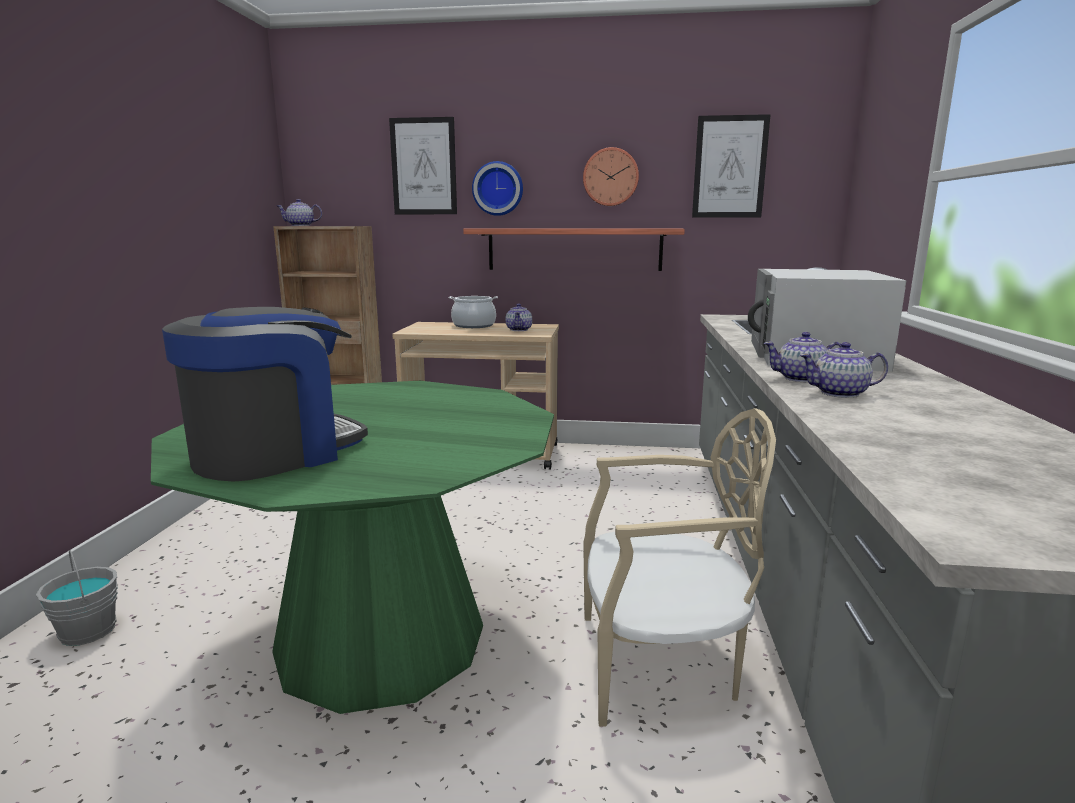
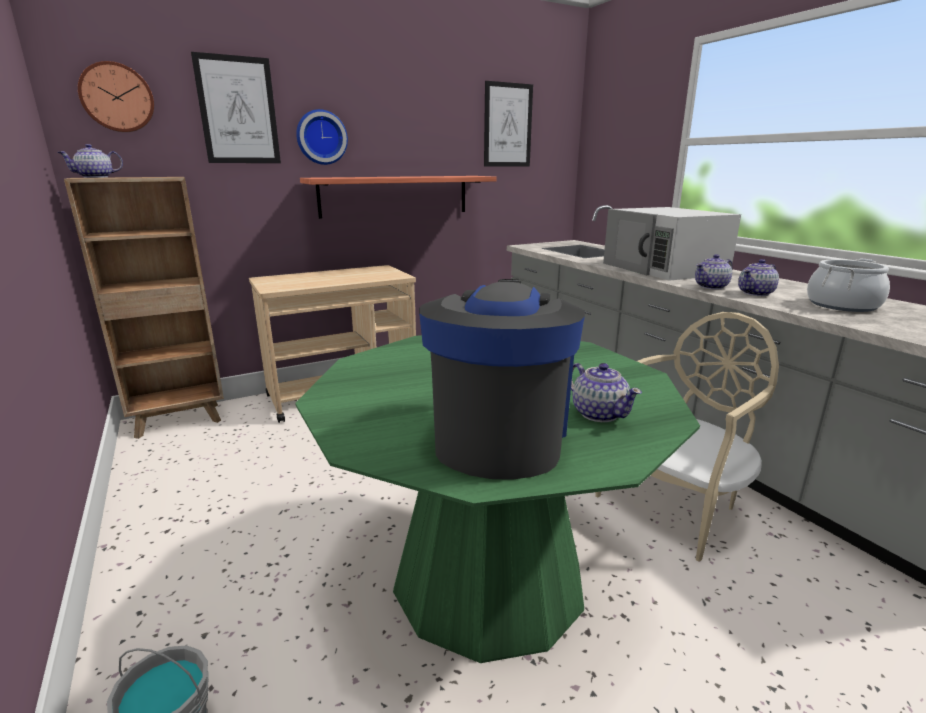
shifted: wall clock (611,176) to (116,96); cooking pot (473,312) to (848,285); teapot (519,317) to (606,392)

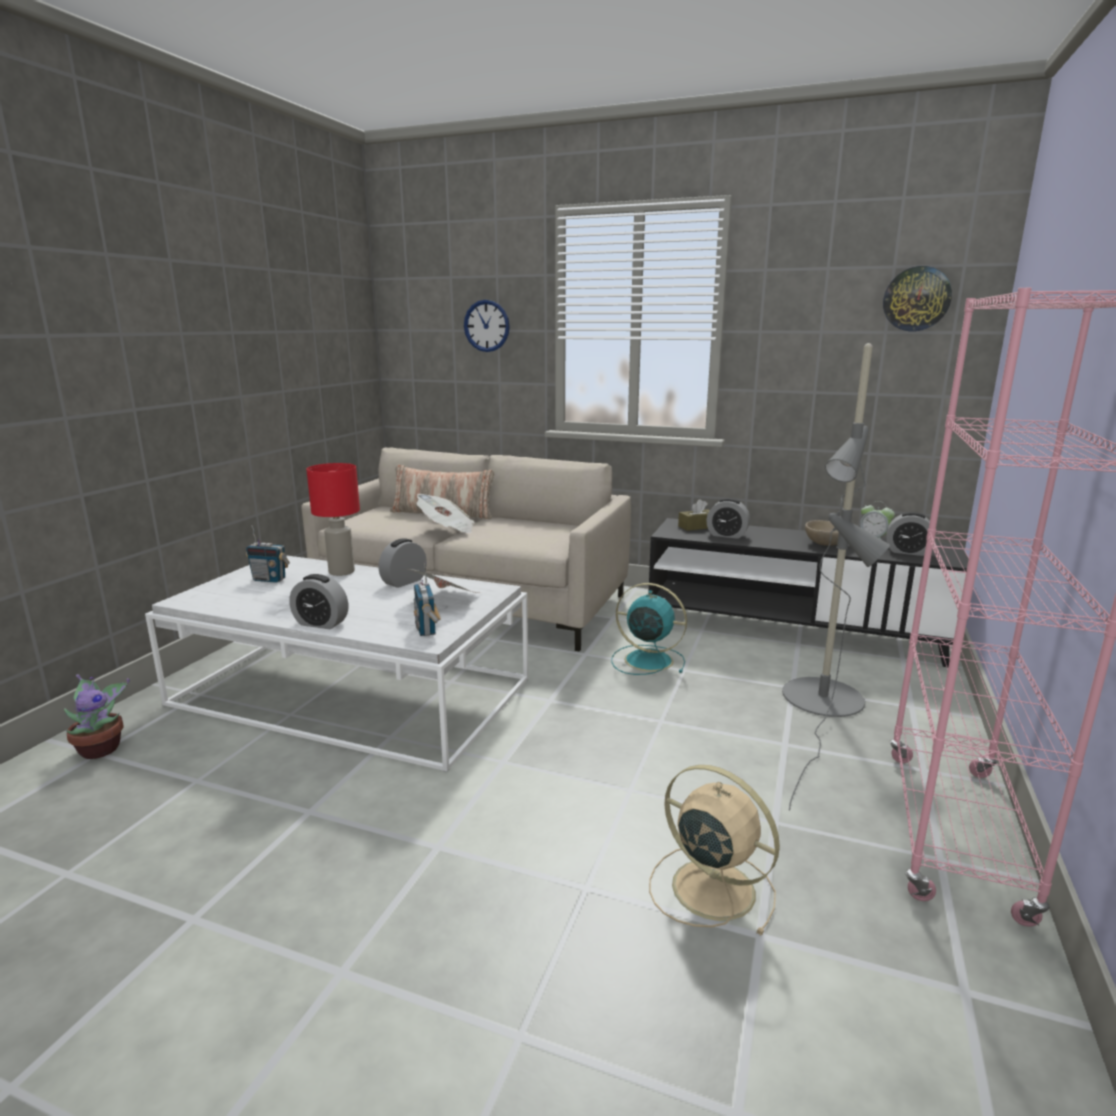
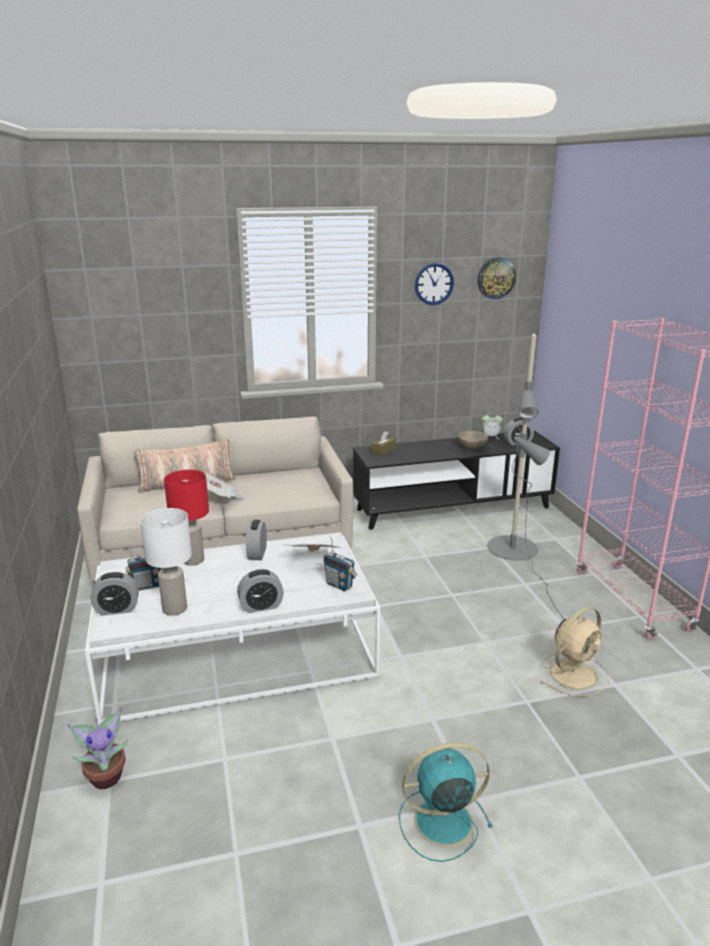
new: table lamp (white) (166,562)
shifted: wall clock (487,326) to (434,284); alarm clock (728,518) to (115,593); fan (turquoise) (649,629) to (446,802)
rotated: fan (beige) (714,850) = (575,652) 135 degrees clockwise

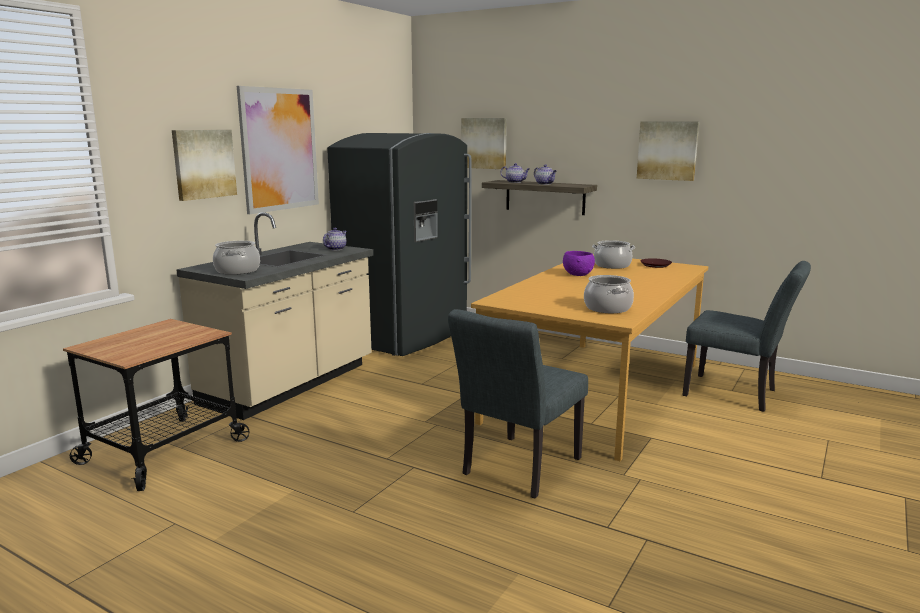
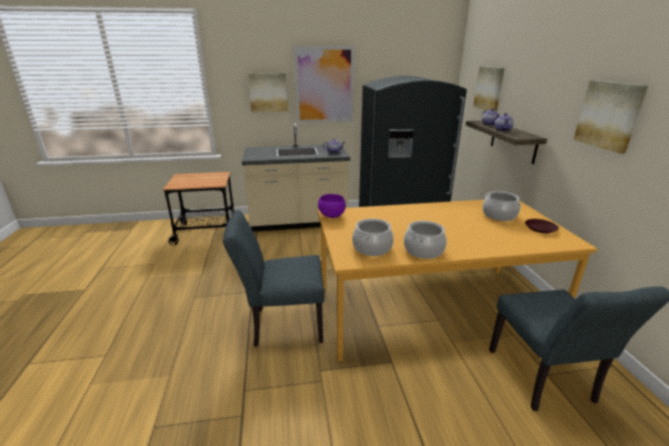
shifted: cooking pot (236,258) to (425,240); bowl (purple) (579,263) to (332,206)

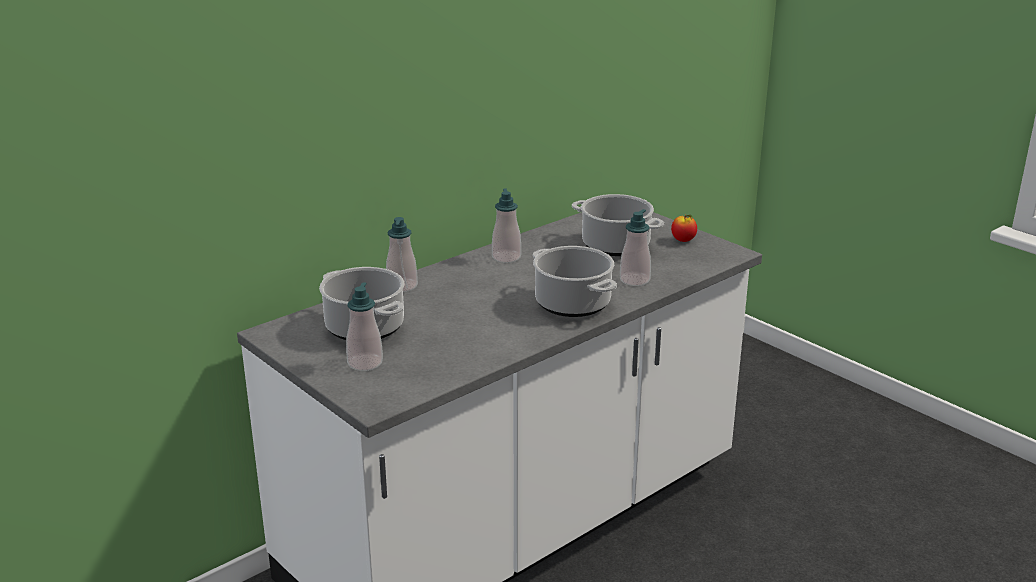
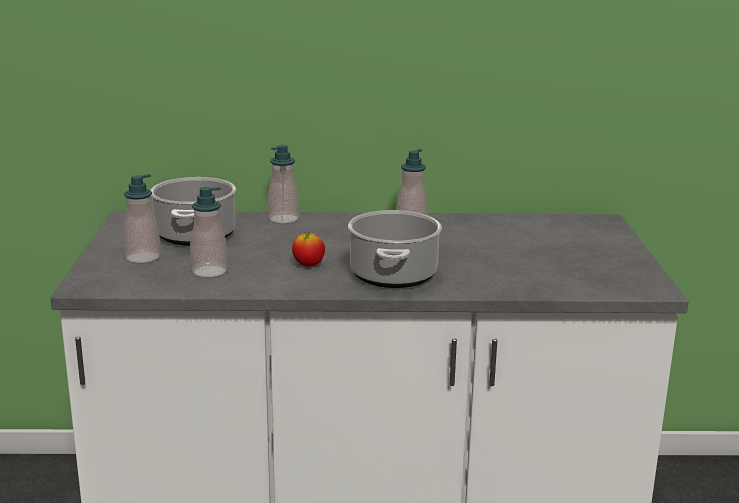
gone: cooking pot (618,225)
shifted: soap dispenser (635,247) to (209,232); apple (684,228) to (308,249)

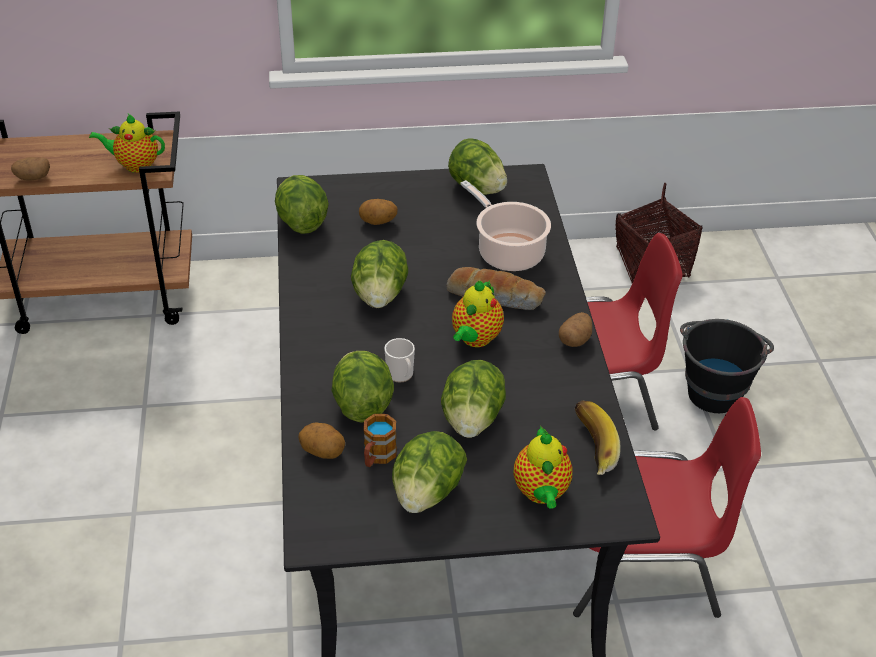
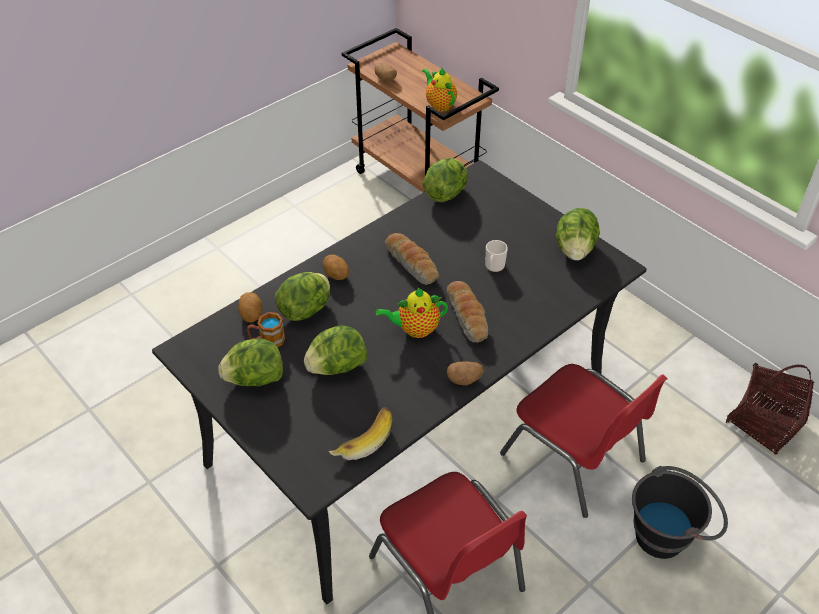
gone: cooking pot (506,225); teapot (543,467)
shifted: potato (378,212) to (336,267); mug (399,360) to (496,256)
swapped: lettuce (379,274) to bread (412,259)

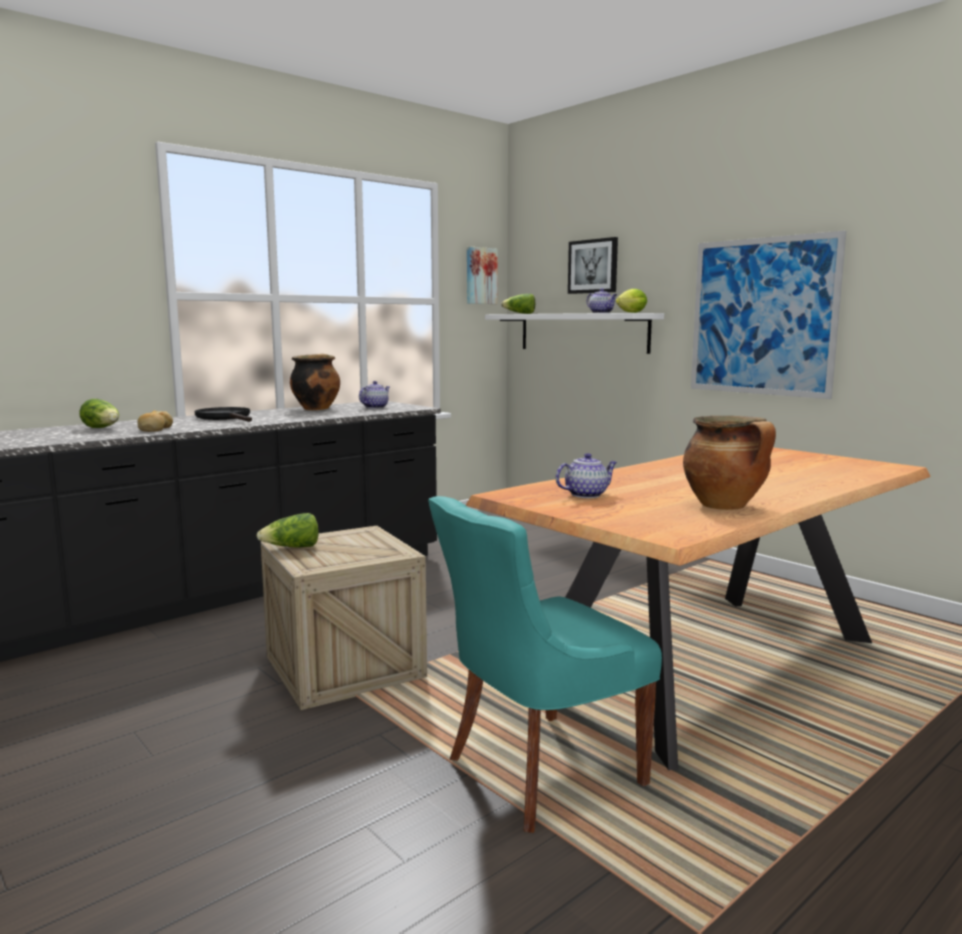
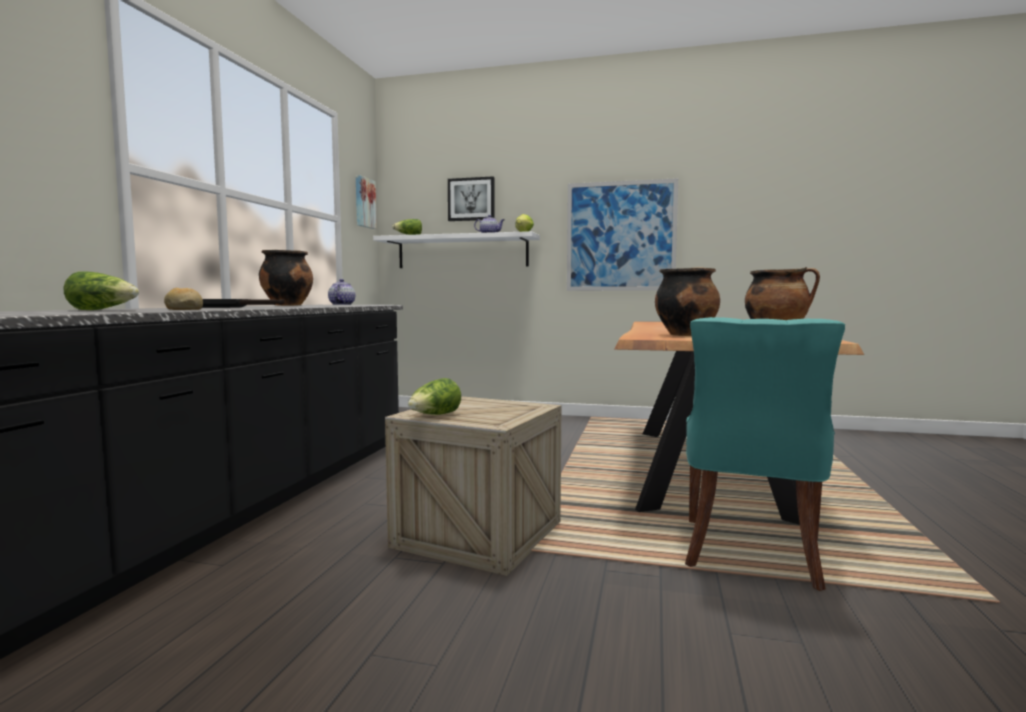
swapped: teapot (586,475) to cooking pot (687,301)

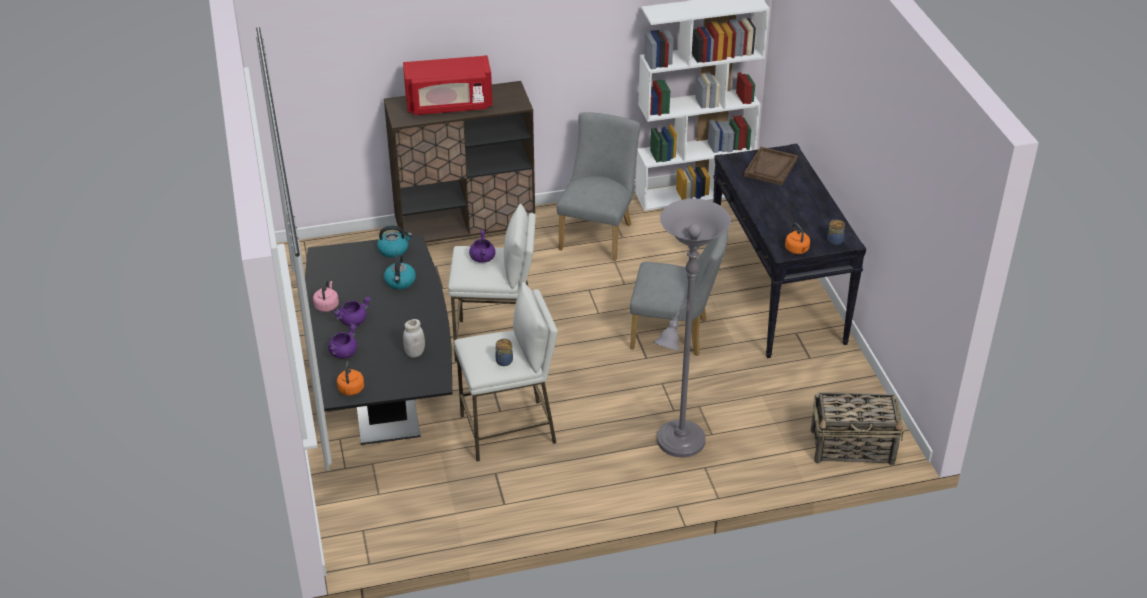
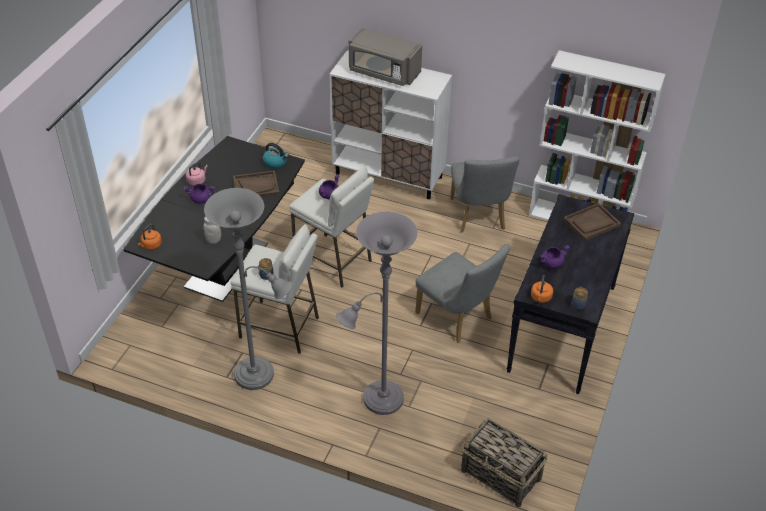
new: floor lamp (grey) (248,289)
shifted: cooking pot (purple) (342,341) to (555,257)
swapped: kettle (400,272) to tray (brown) (256,184)
repainted: microwave (red) (448,85) to microwave (grey) (385,57); cabinet (brown) (459,162) to cabinet (white) (390,124)
rotated: chair (grey) (598,186) = (485,194) 120 degrees clockwise

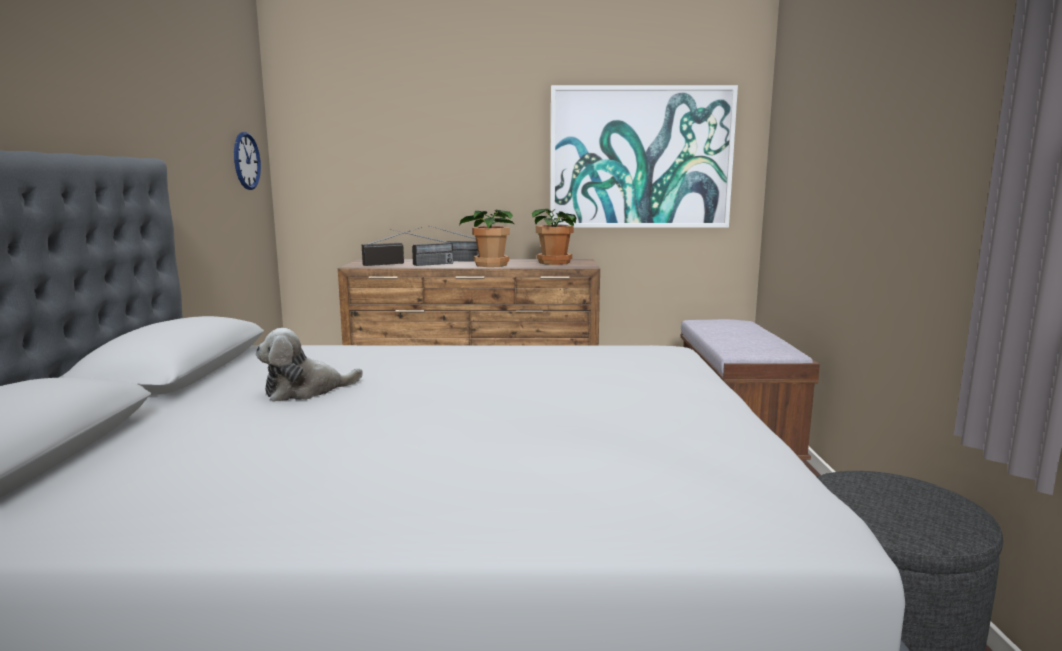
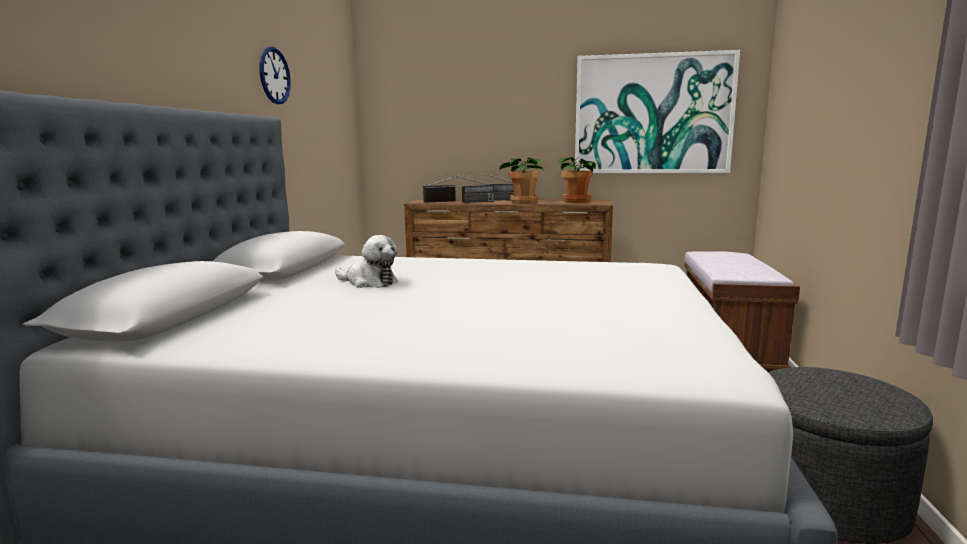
shifted: wall clock (247,161) to (275,75)
rotated: plush toy (309,365) = (366,261) 135 degrees counterclockwise

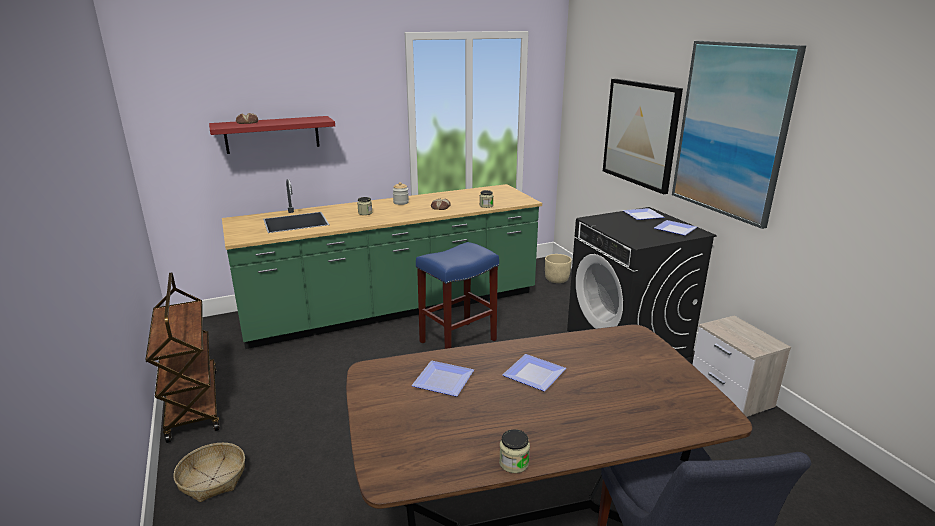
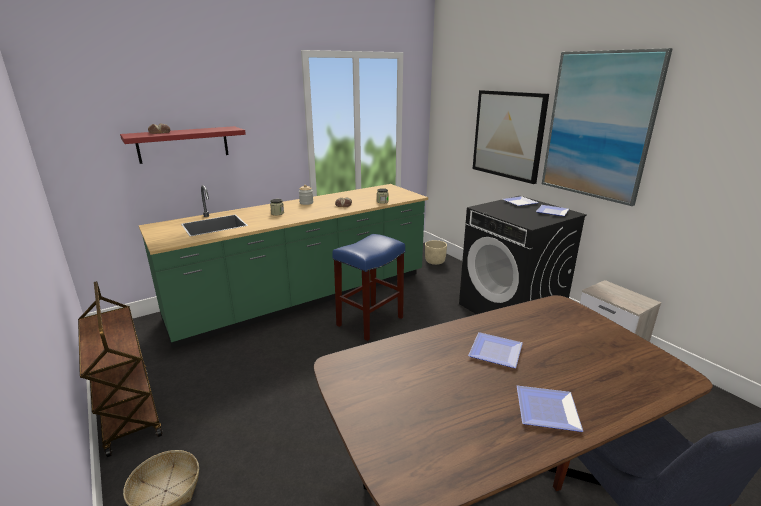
gone: jar (514,451)
shifted: plate (442,379) to (550,409)

